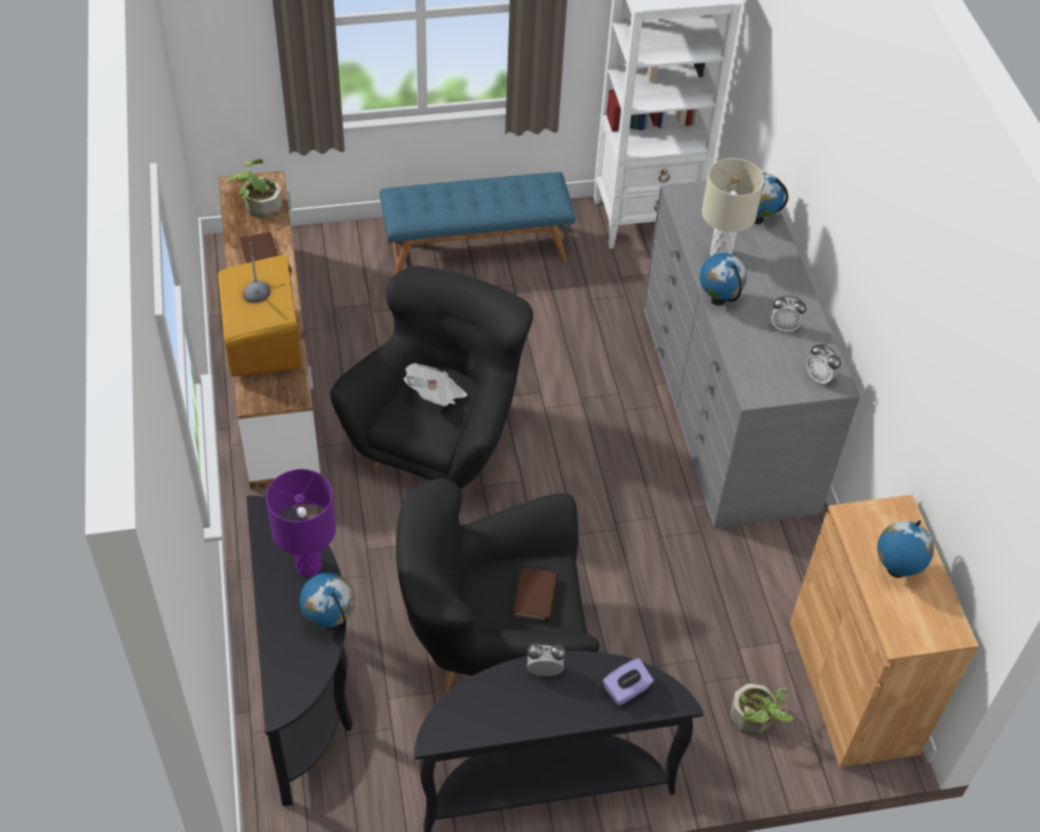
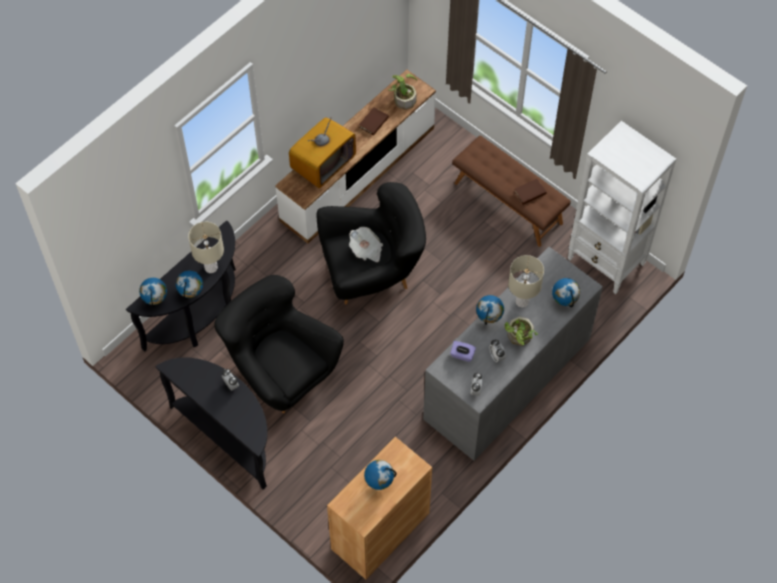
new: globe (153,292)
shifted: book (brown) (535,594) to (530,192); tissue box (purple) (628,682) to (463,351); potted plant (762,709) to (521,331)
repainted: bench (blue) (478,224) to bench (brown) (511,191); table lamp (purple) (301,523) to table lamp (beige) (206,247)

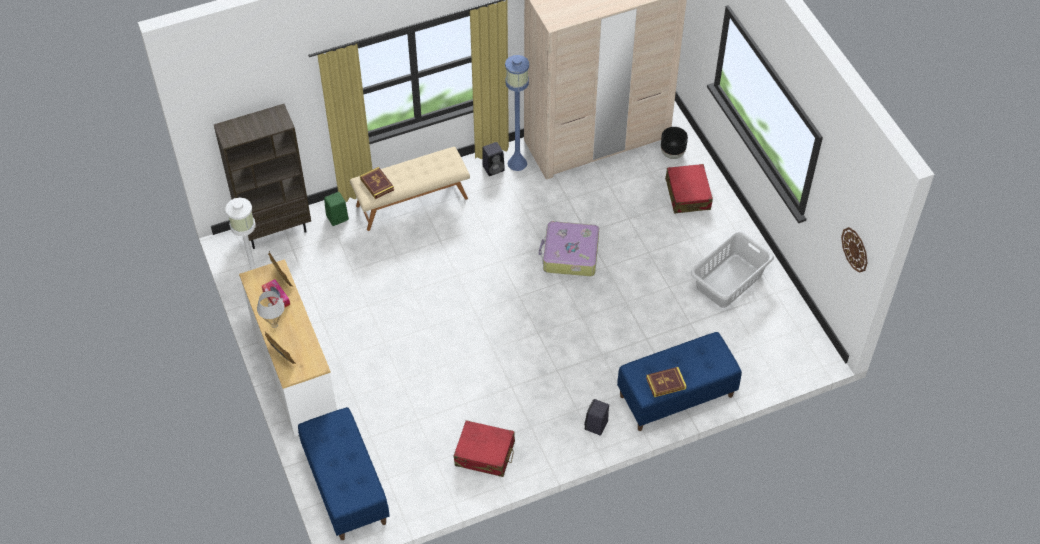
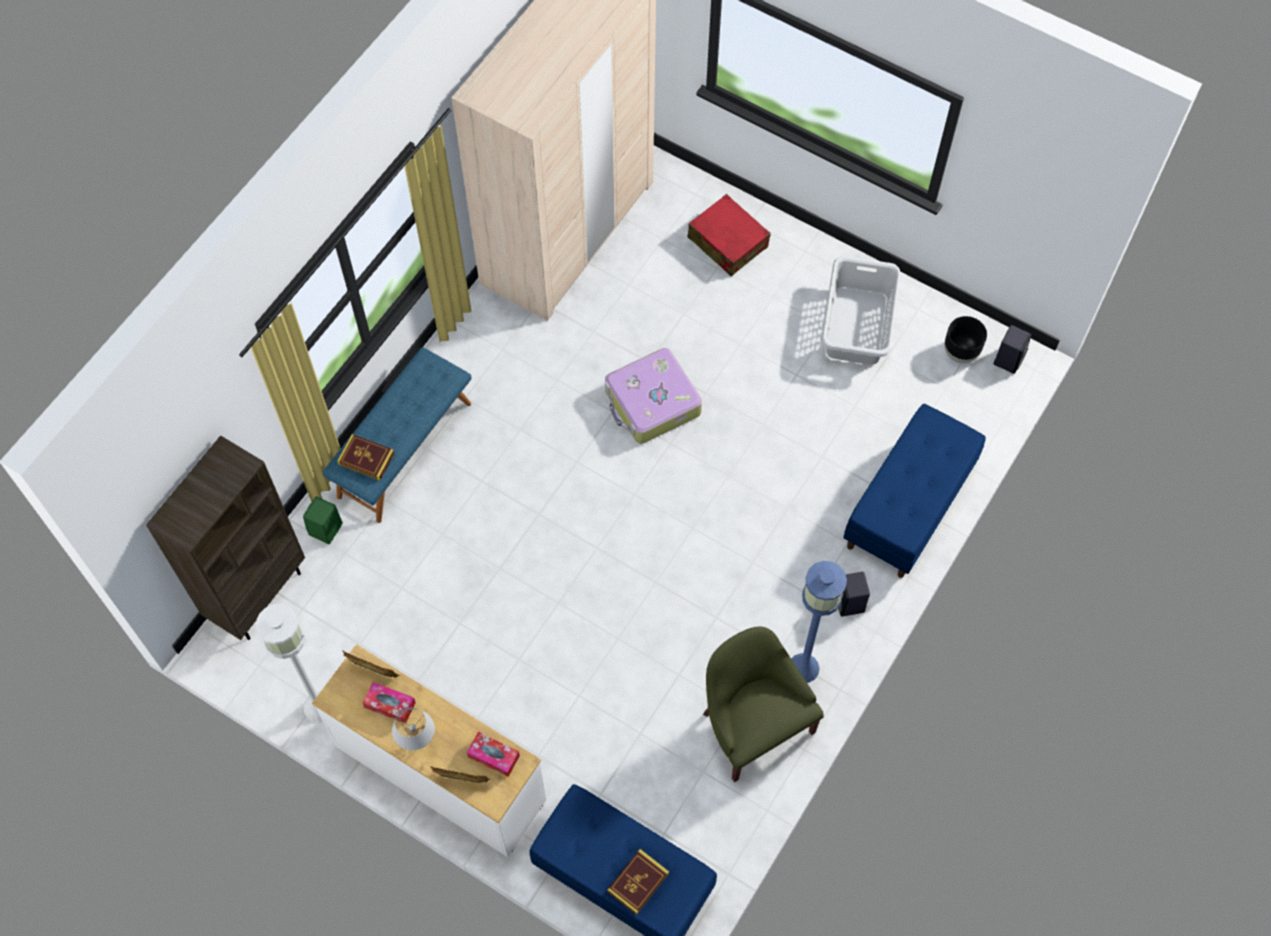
gone: wall clock (854,250)
new: tissue box (493,754)
shifted: floor lamp (blue) (517,113) to (819,622); planter (black) (674,143) to (965,339); speaker (black) (493,159) to (1012,349); book (666,382) to (638,882)
swapped: suitcase (red) (484,448) to armchair (green) (763,704)
repainted: bench (beige) (410,189) to bench (blue) (397,435)

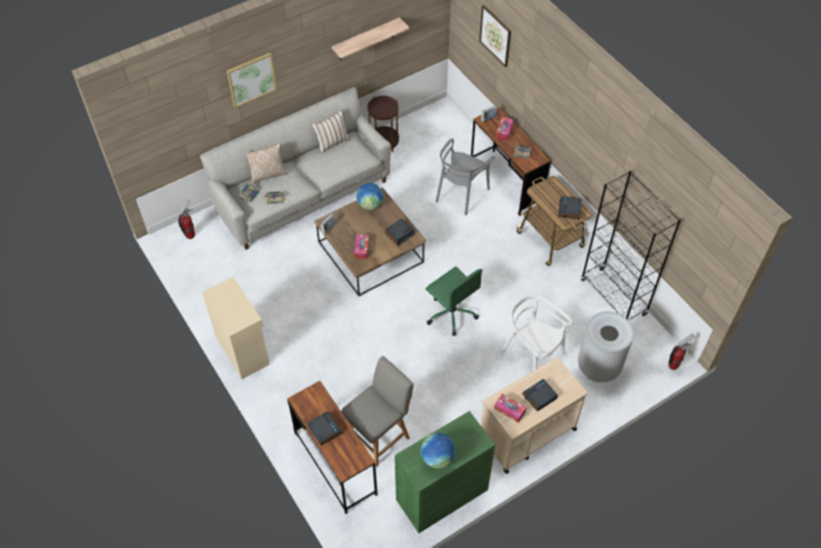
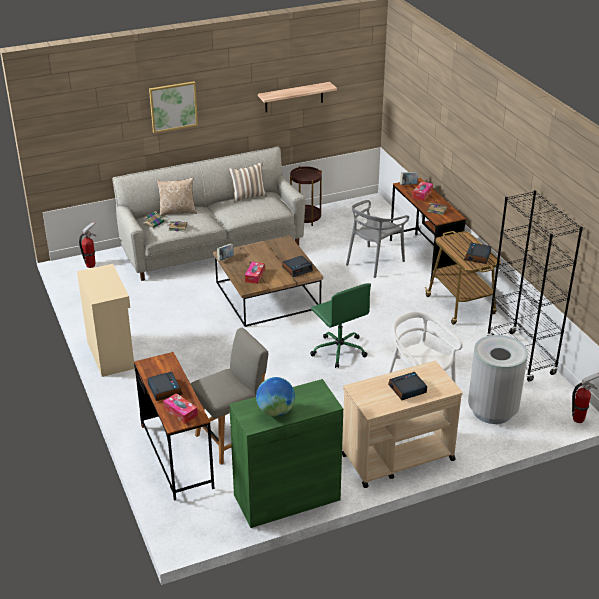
gone: picture (495,36); globe (369,196)
shifted: tissue box (510,408) to (180,408)

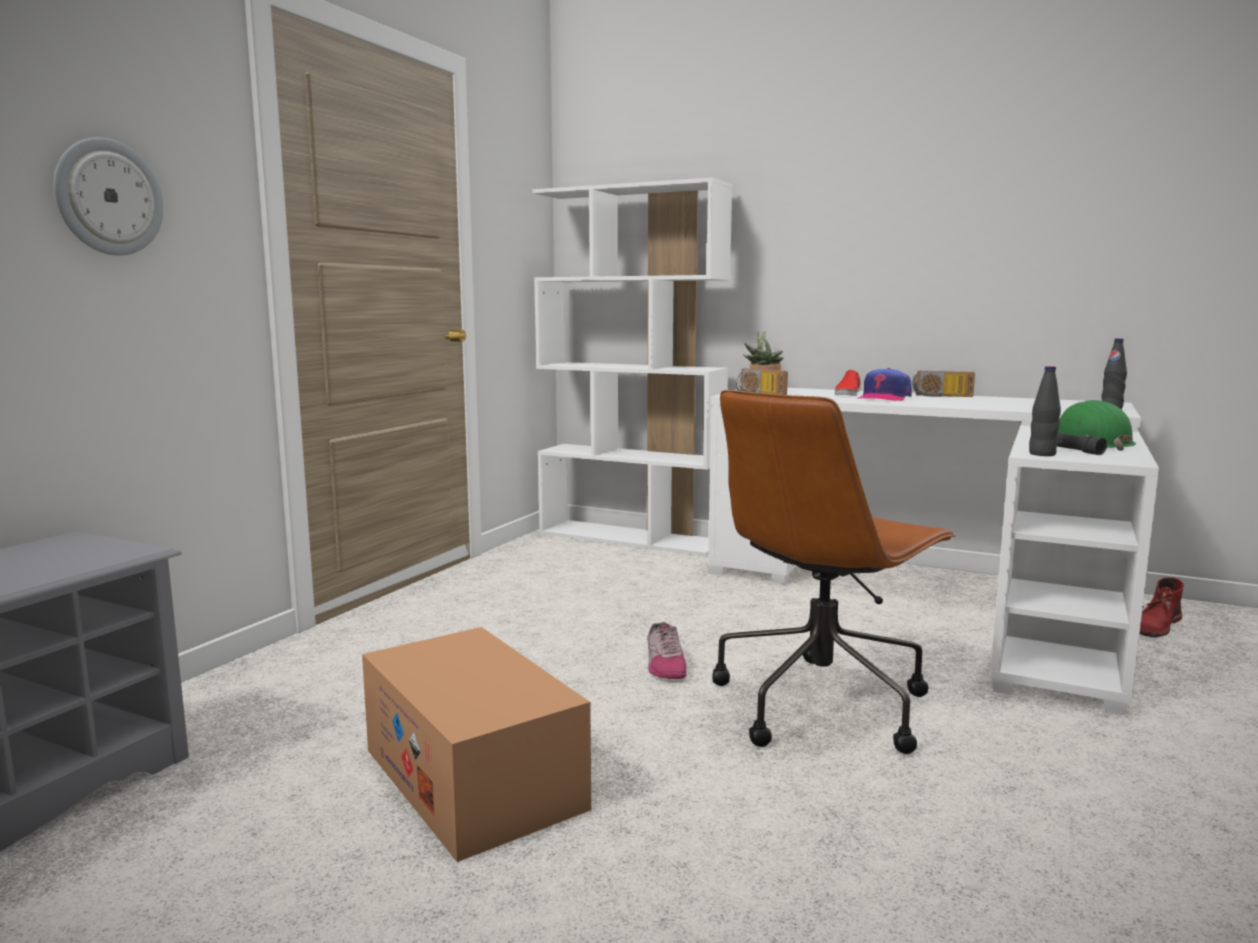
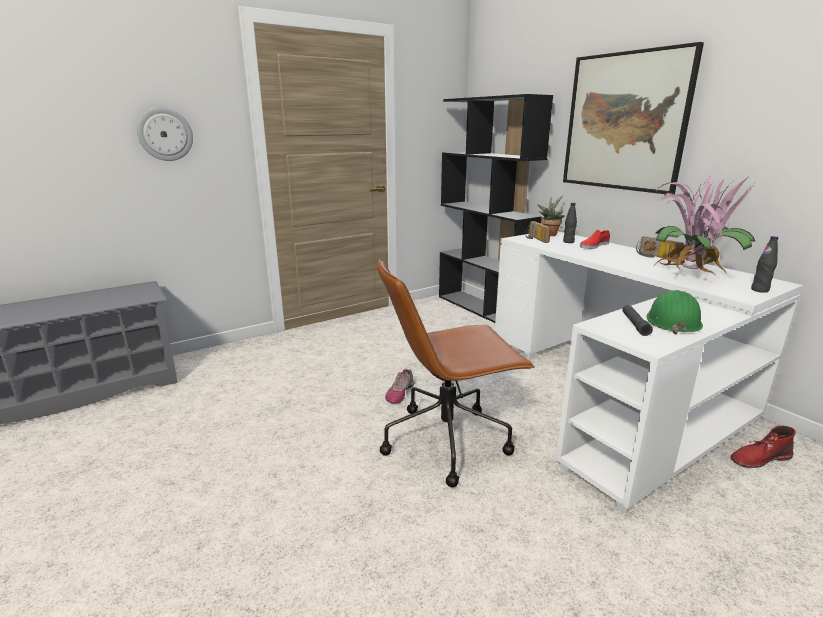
gone: cap (884,385); cardboard box (476,744)
new: picture (633,118); potted plant (705,225)
shifted: bottle (black) (1045,411) to (570,223)
repainted: bookcase (white) (632,367) to bookcase (black) (496,208)

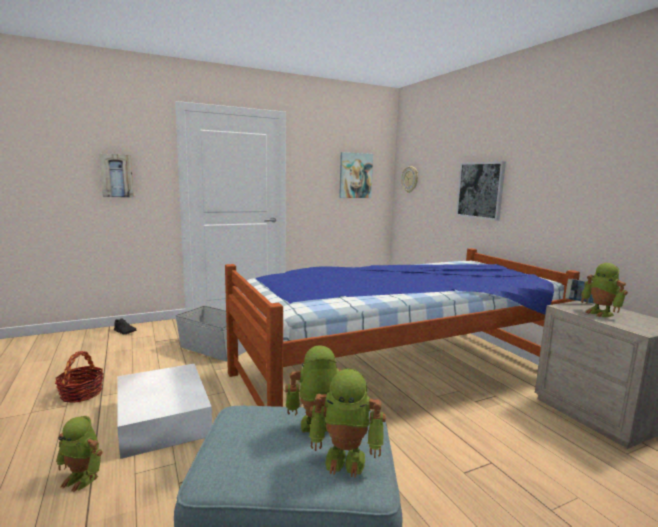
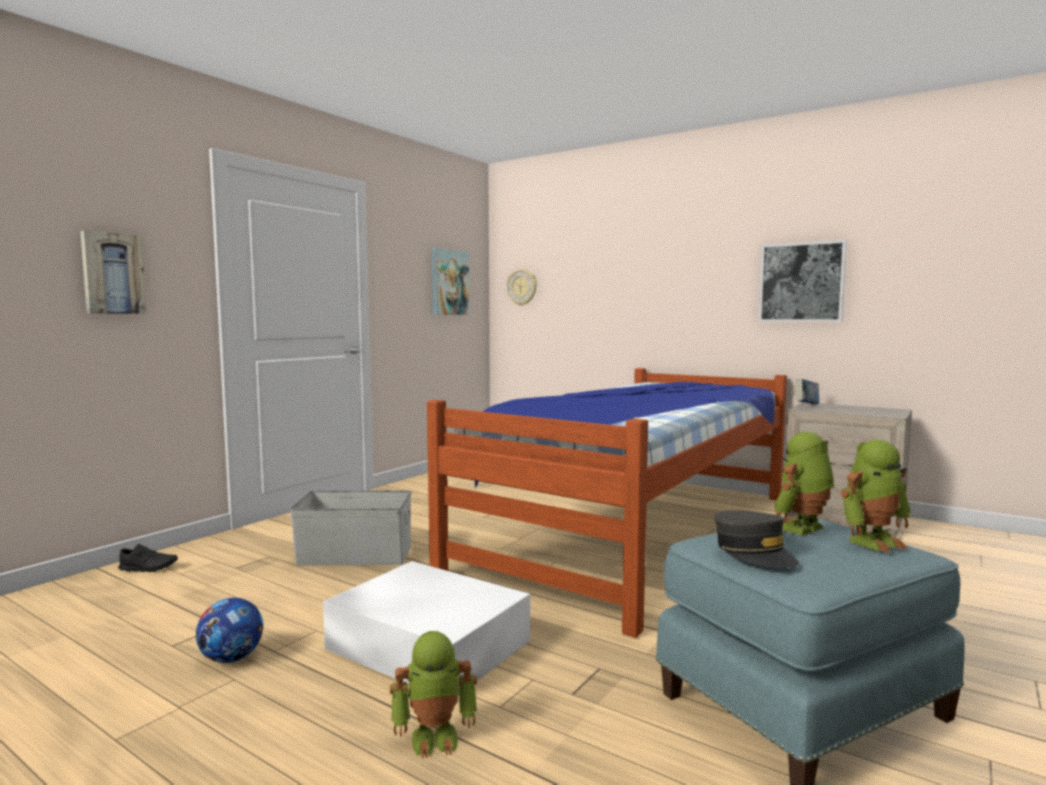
gone: toy robot (604,290)
new: cap (grey) (756,539)
shifted: picture (481,191) to (802,281)
swapped: basket (79,377) to football (229,630)

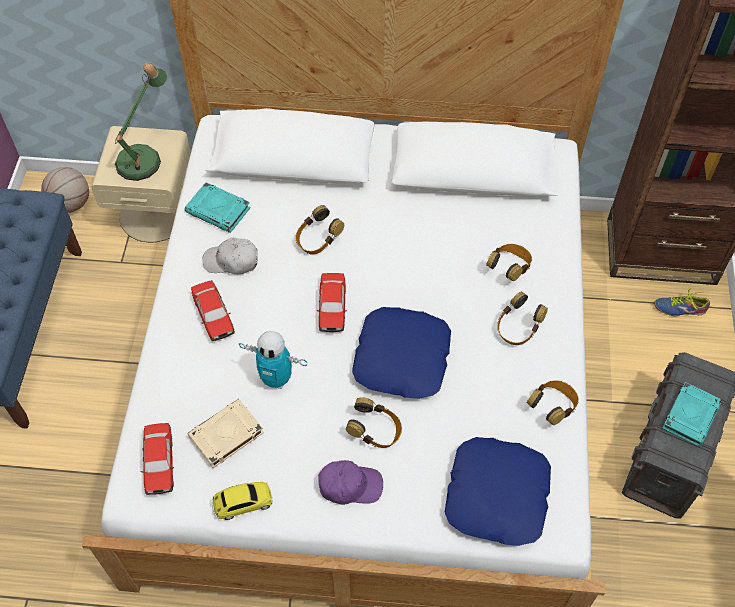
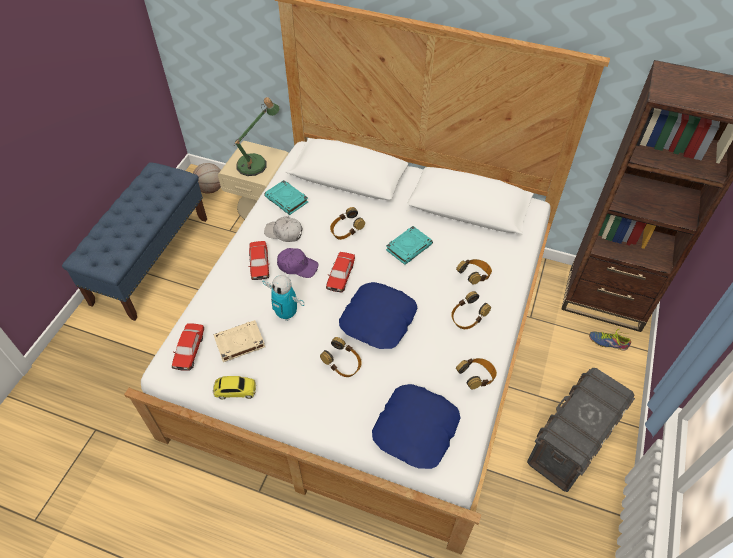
shifted: book (turquoise) (692,414) to (409,245); cap (purple) (350,482) to (297,263)

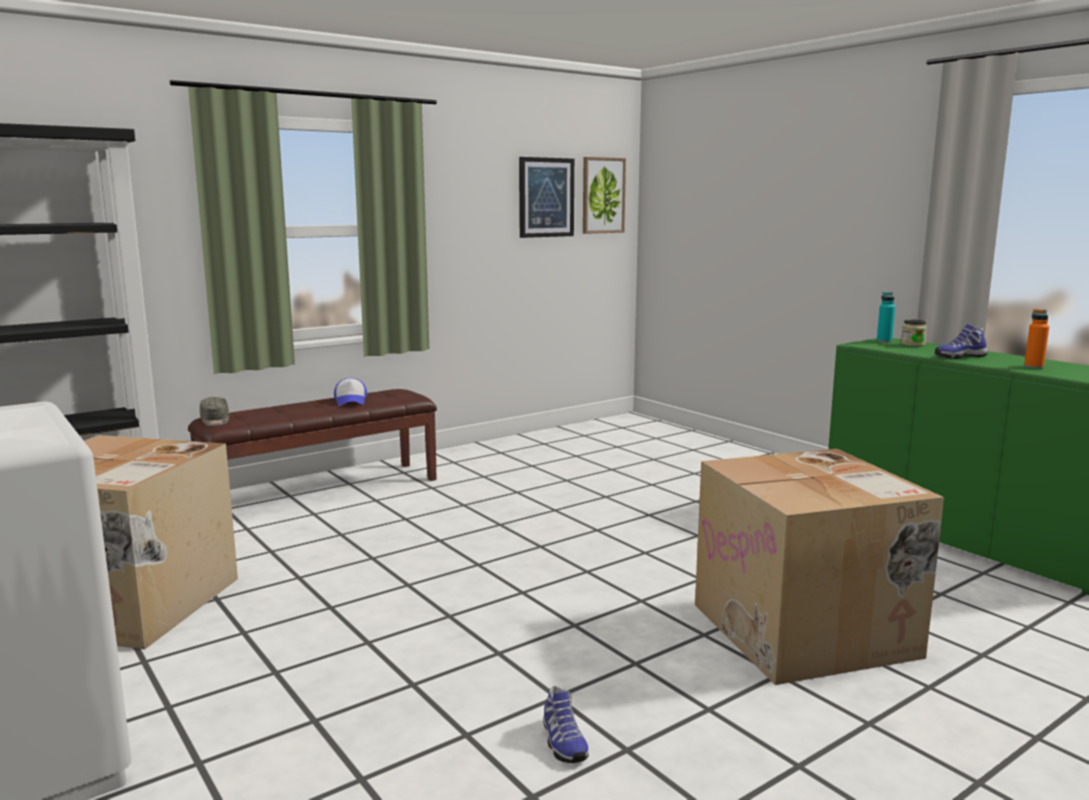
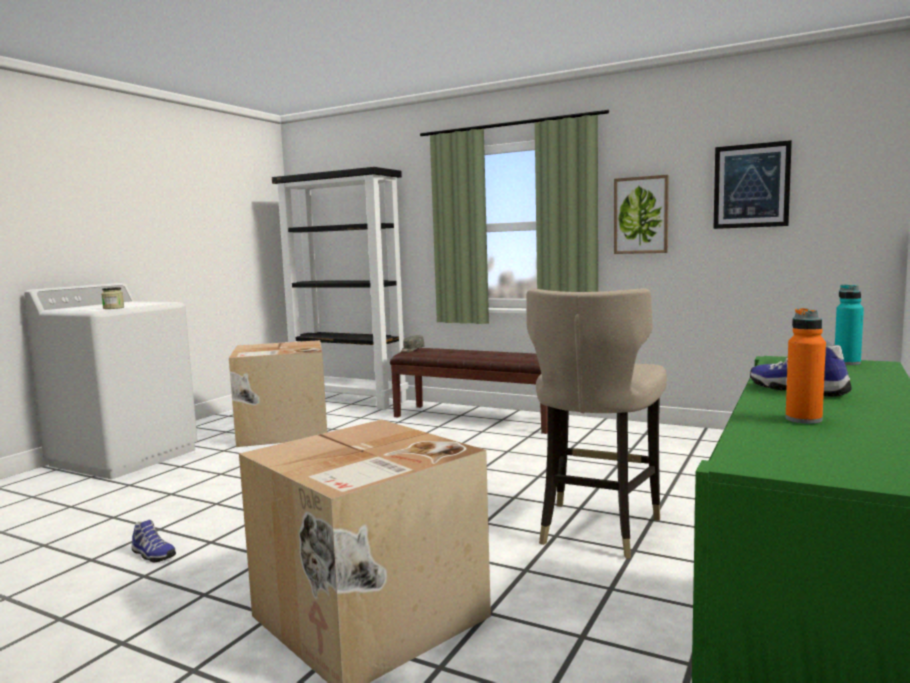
gone: cap (350,392)
new: stool (beige) (596,423)
shifted: picture (604,195) to (641,214); jar (914,332) to (112,298)
rotated: shoe (566,724) = (153,541) 105 degrees counterclockwise

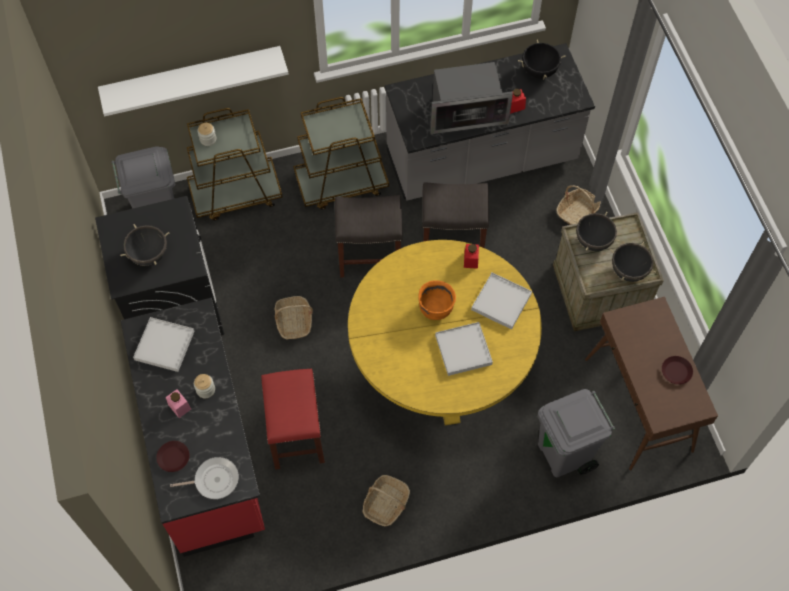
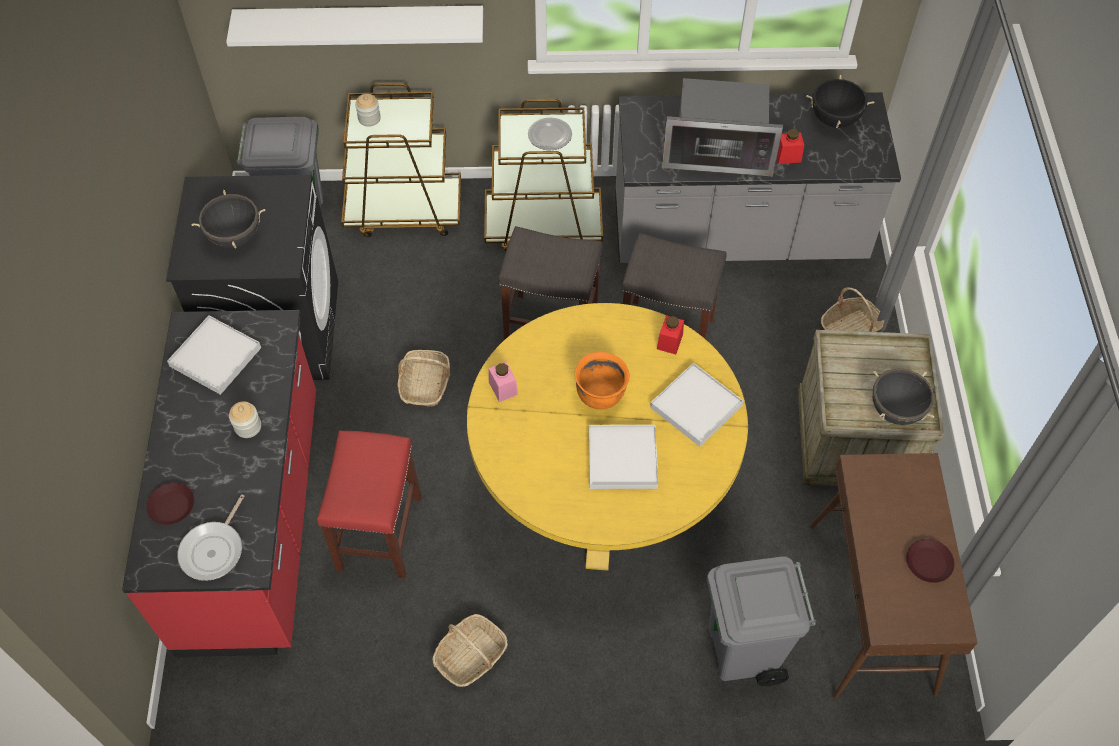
gone: cooking pot (black) (597,231)
new: plate (550,134)
shifted: jar (pink) (178,403) to (503,382)
rotated: frying pan (204,478) = (210,537) 105 degrees clockwise

